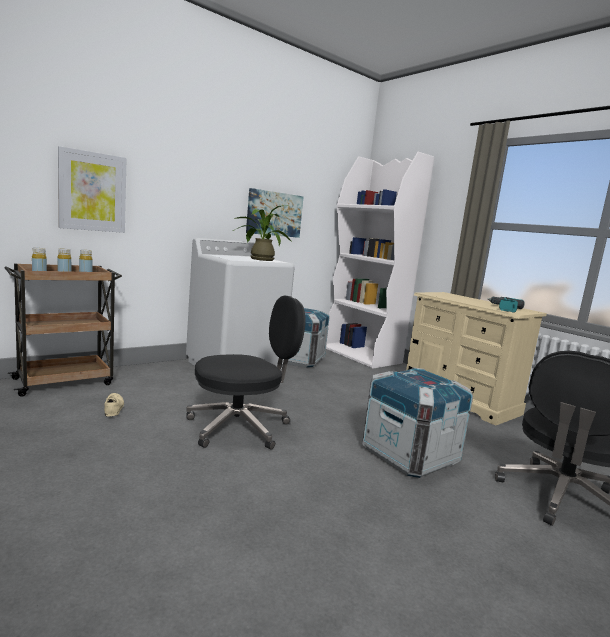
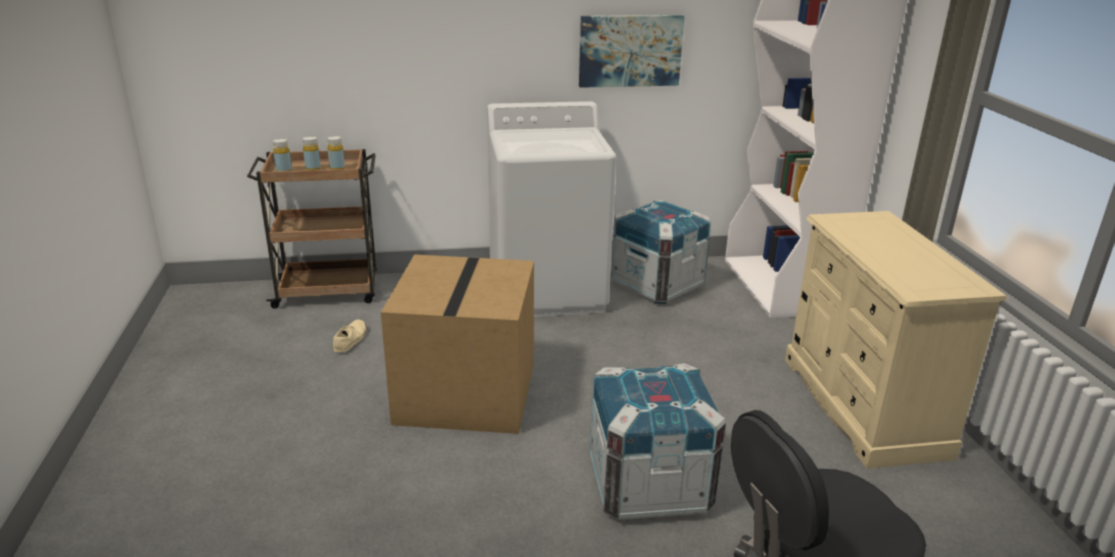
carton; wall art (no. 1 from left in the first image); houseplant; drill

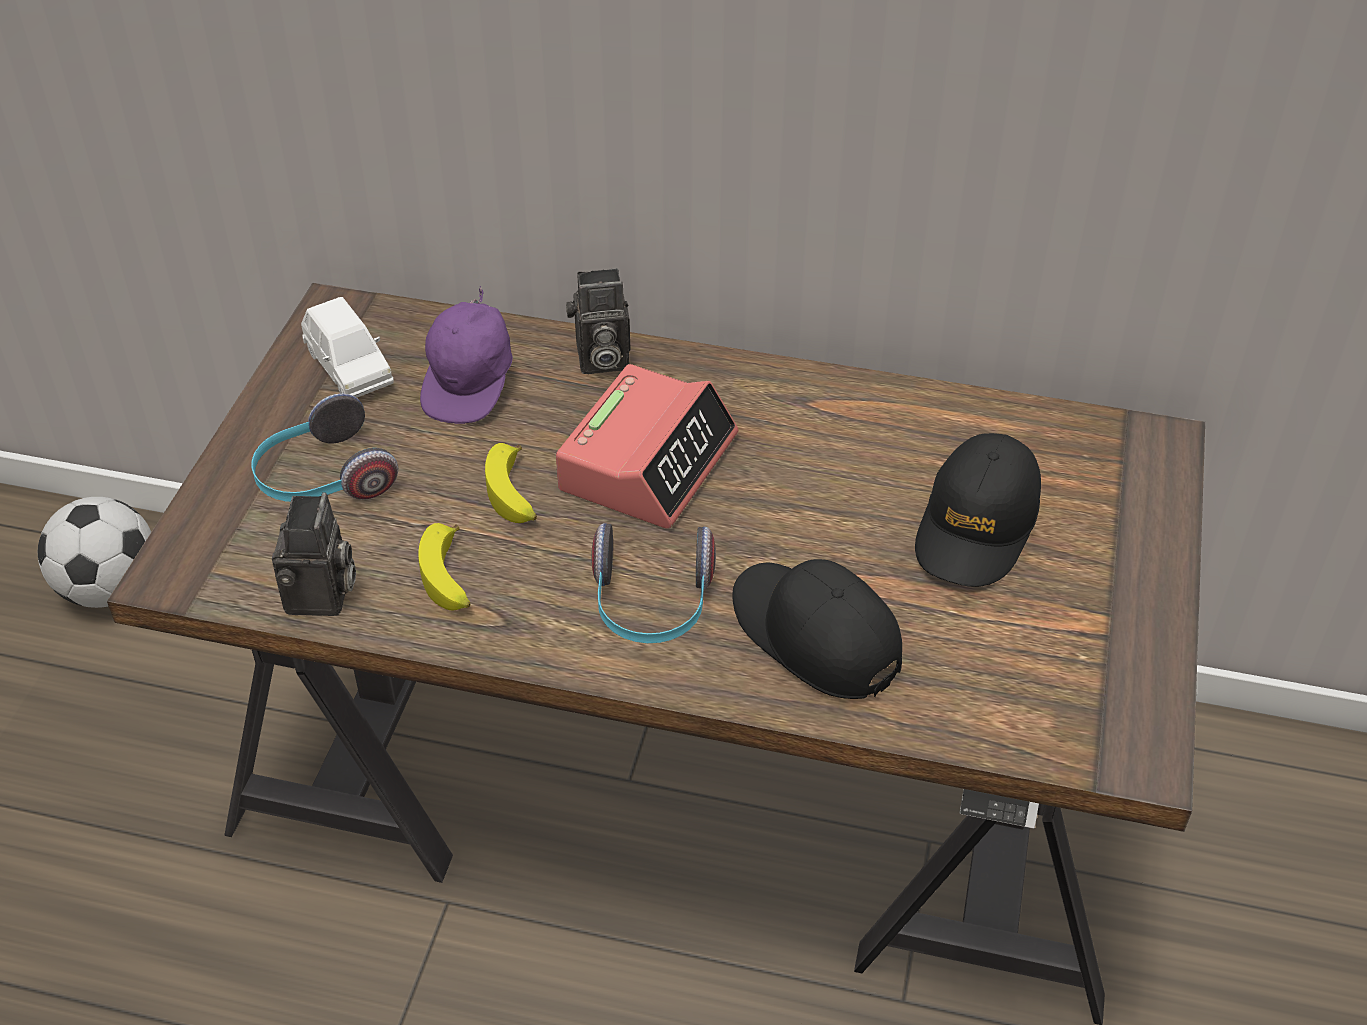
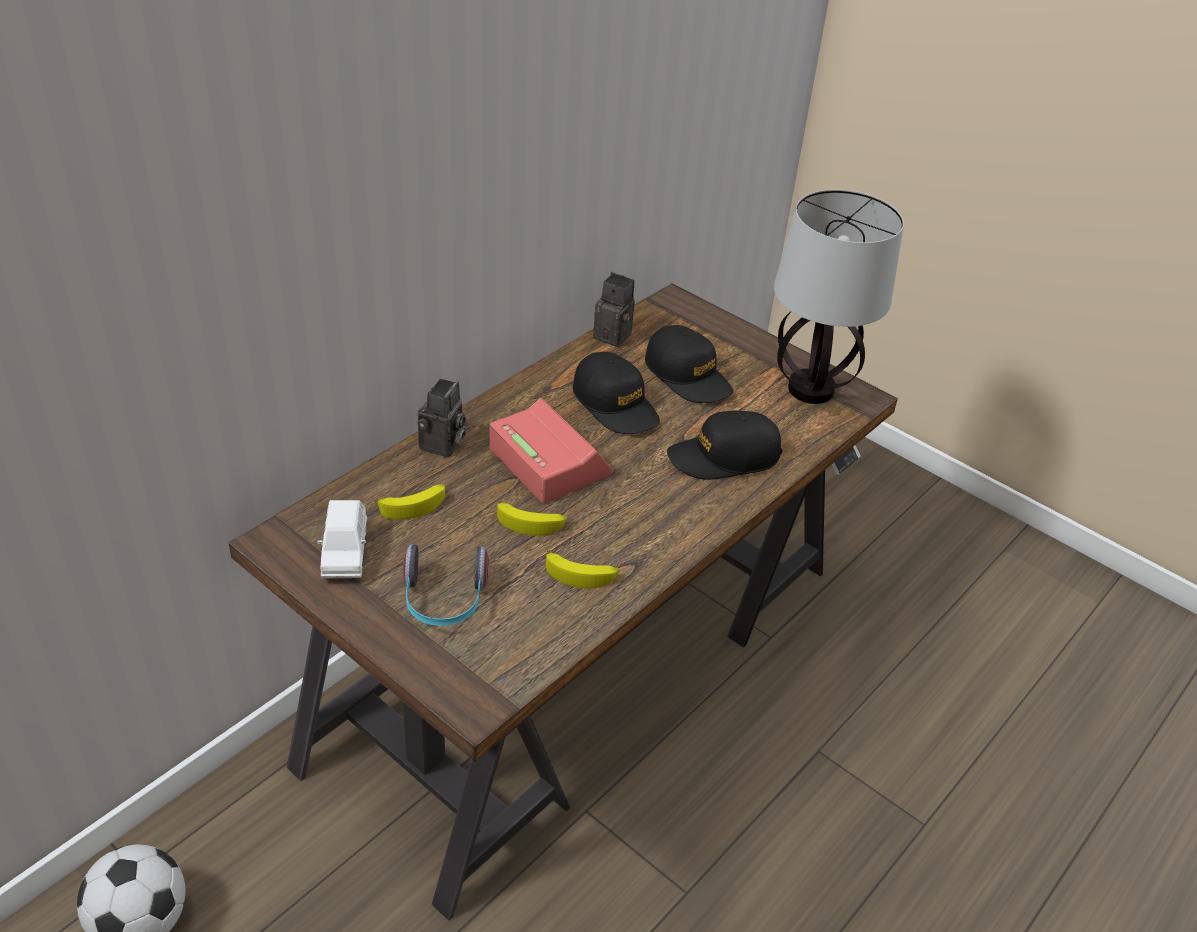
whitish toy car; banana (no. 1 from left); black cap (no. 1 from left); still camera (no. 2 from left); tabletop lamp; headset (no. 2 from left in the first image)

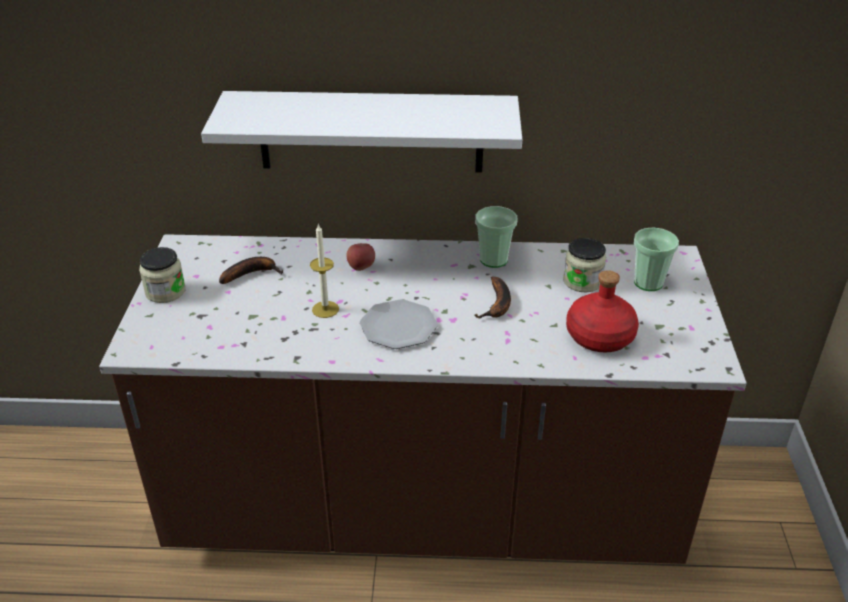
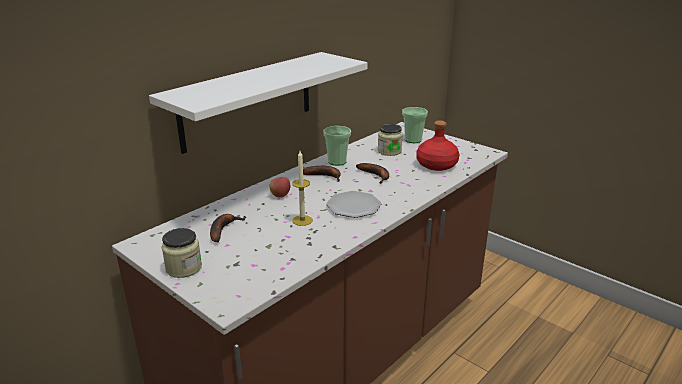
banana (no. 2 from left)

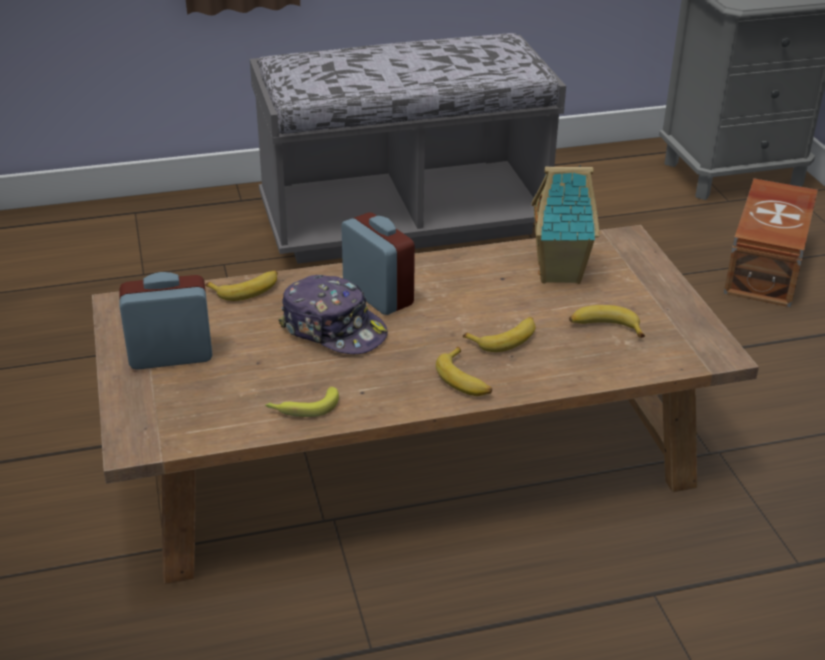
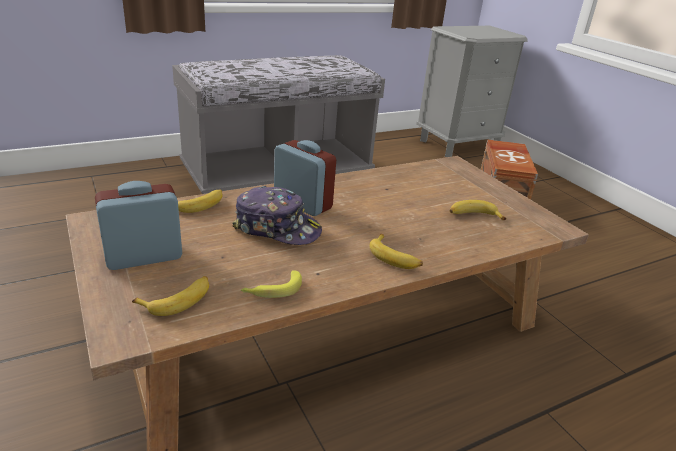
banana (no. 1 from left); toy house

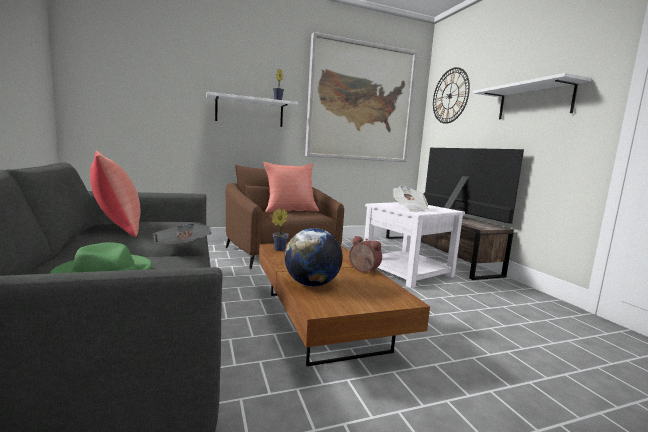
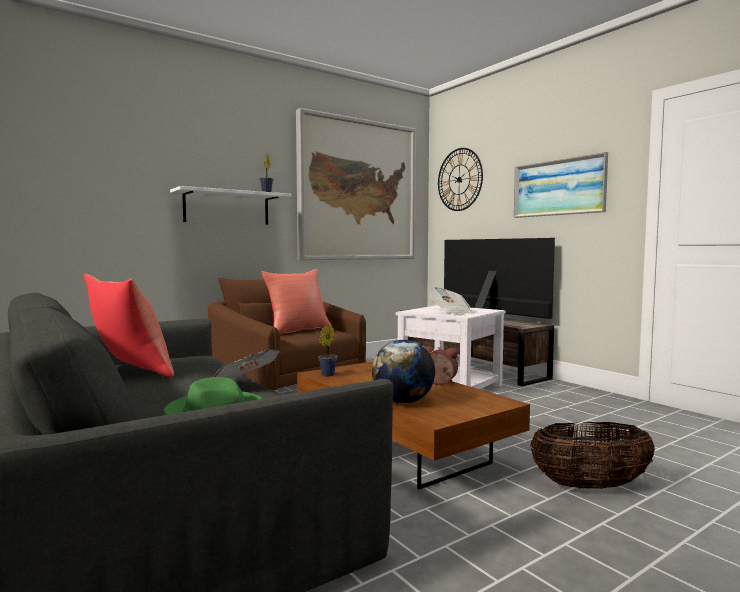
wall art (no. 2 from left); basket

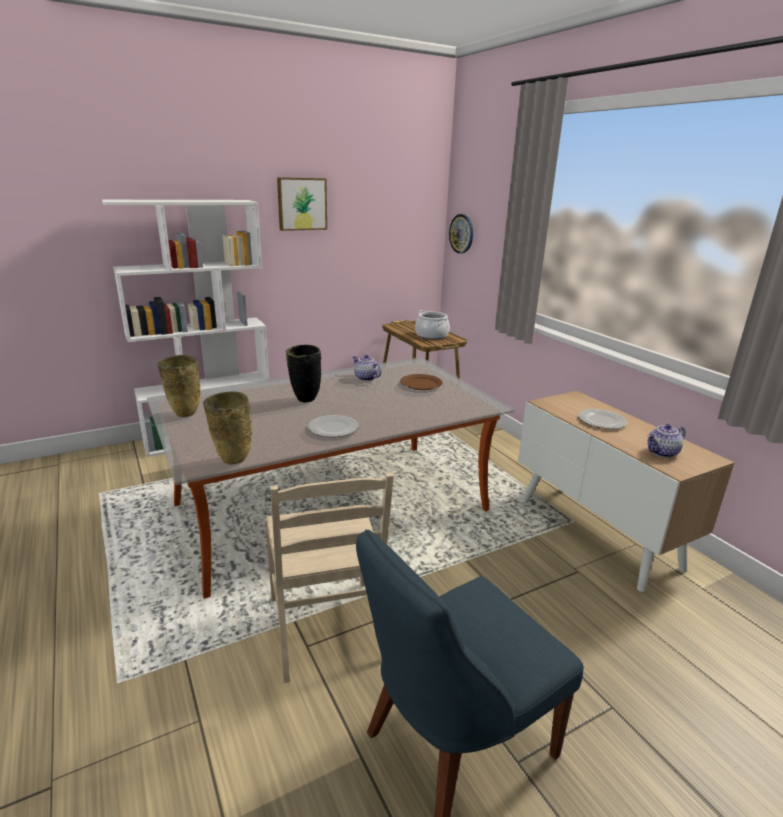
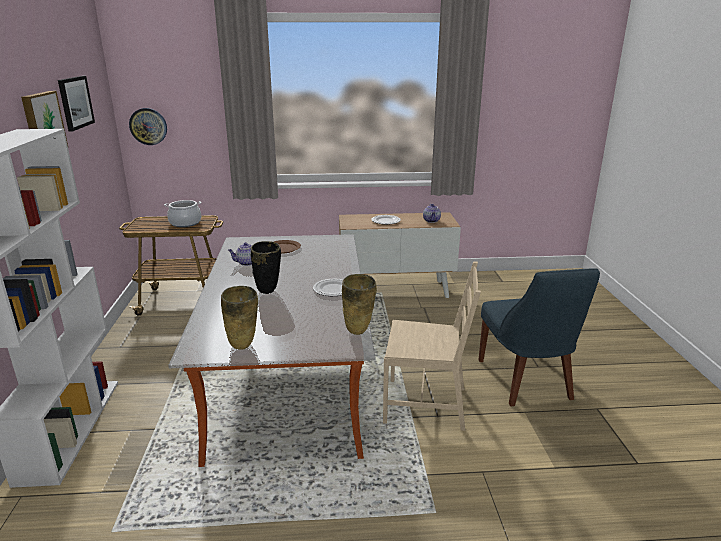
wall art (no. 2 from left)

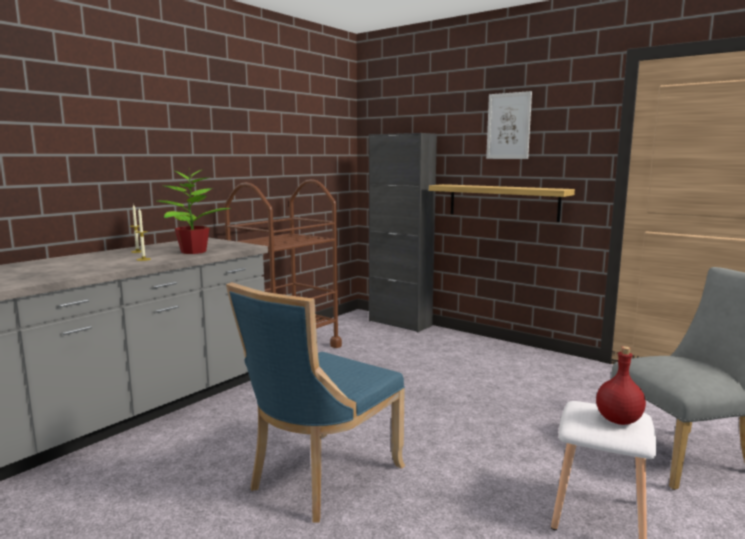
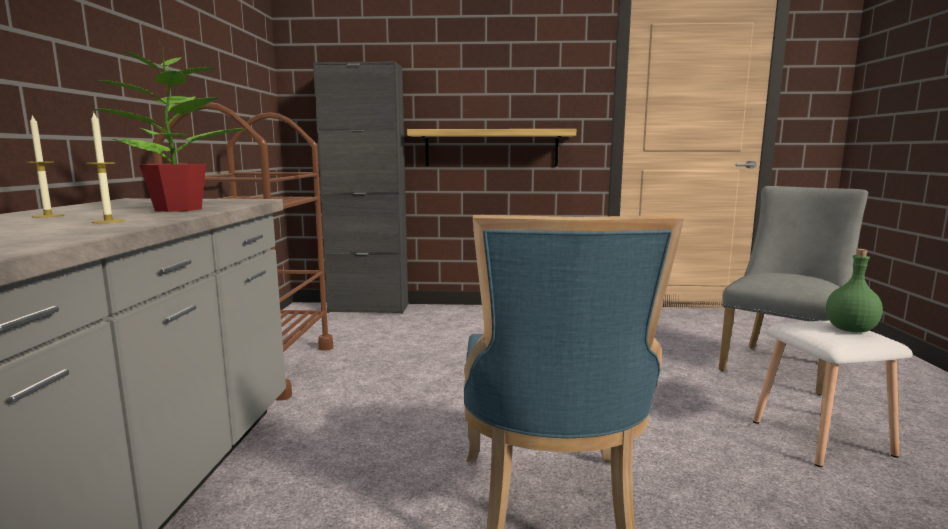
greenish drink bottle; wall art

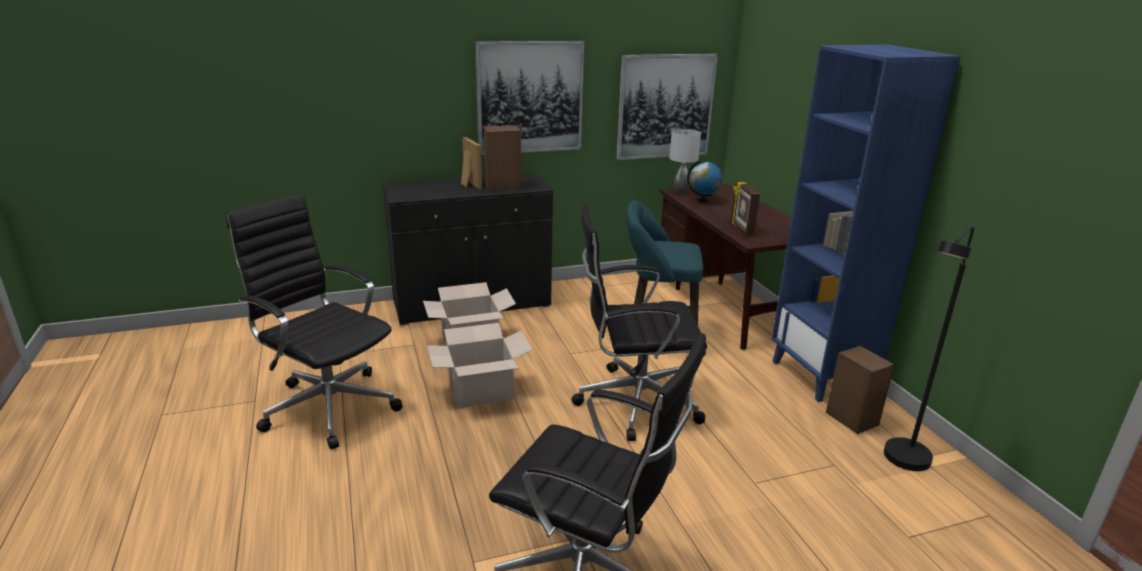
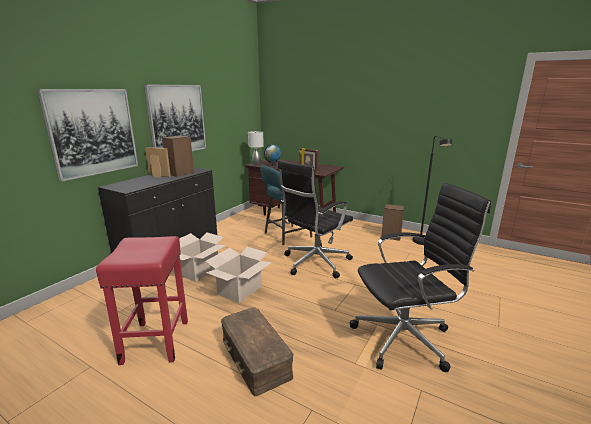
wall art (no. 1 from left); red-coloured sitting stool; brown-coloured storage bin; blue bookshelf

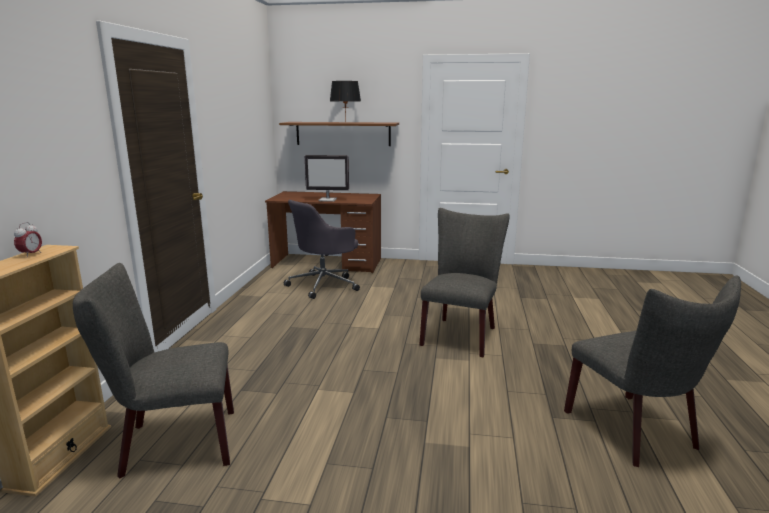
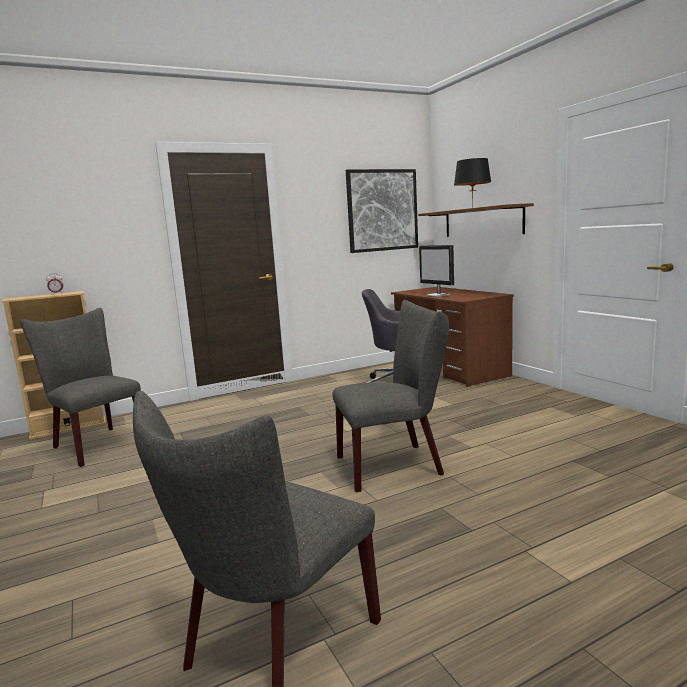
wall art

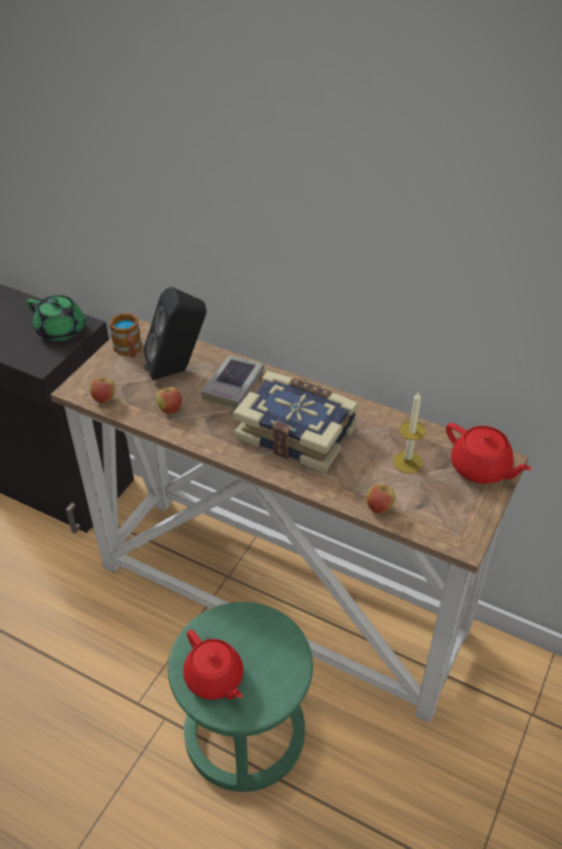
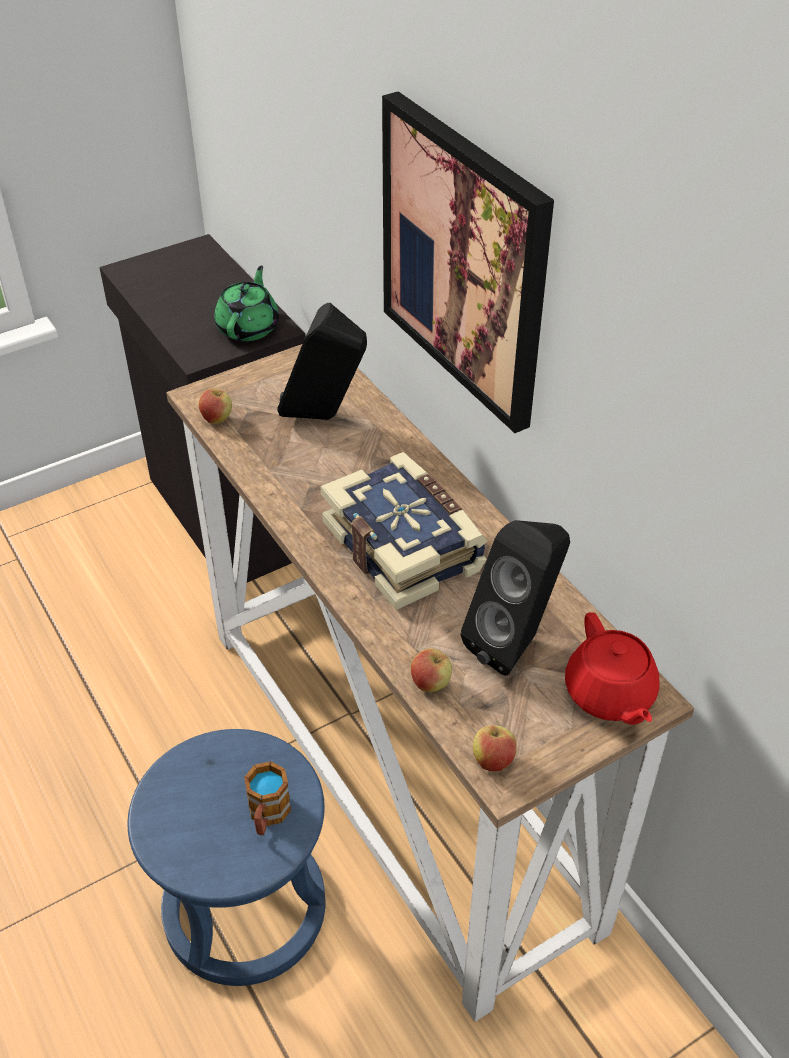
blue sitting stool; greenish pot for tea; coffee mug; wall art; black audio speaker (no. 2 from left); apple (no. 3 from left); red-coloured pot for tea (no. 1 from left in the first image); volume (no. 1 from left in the first image)

